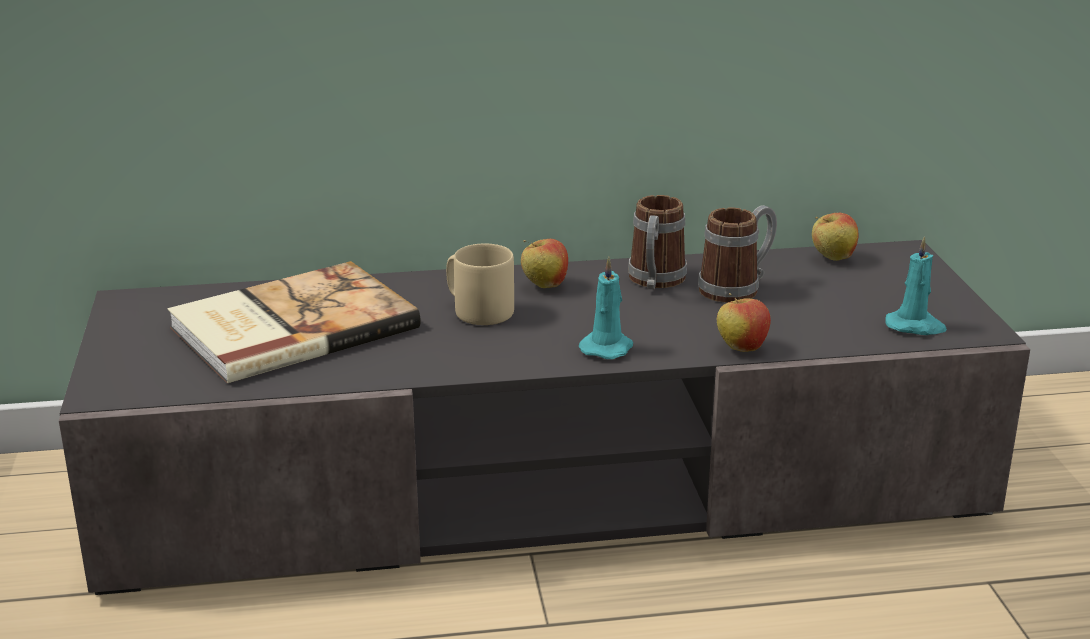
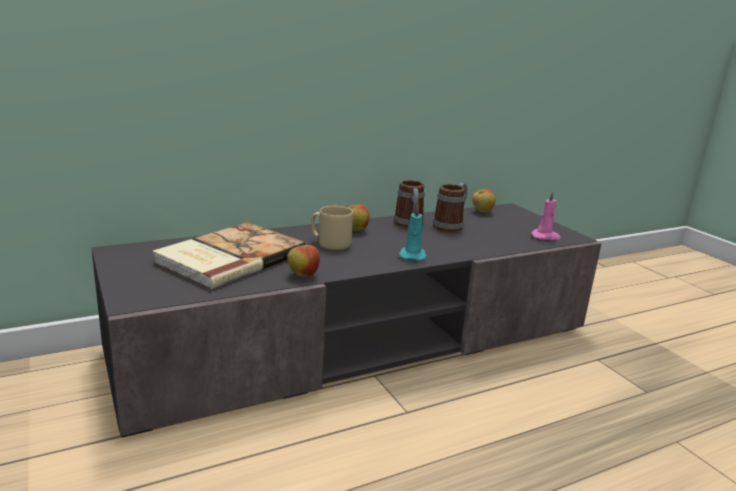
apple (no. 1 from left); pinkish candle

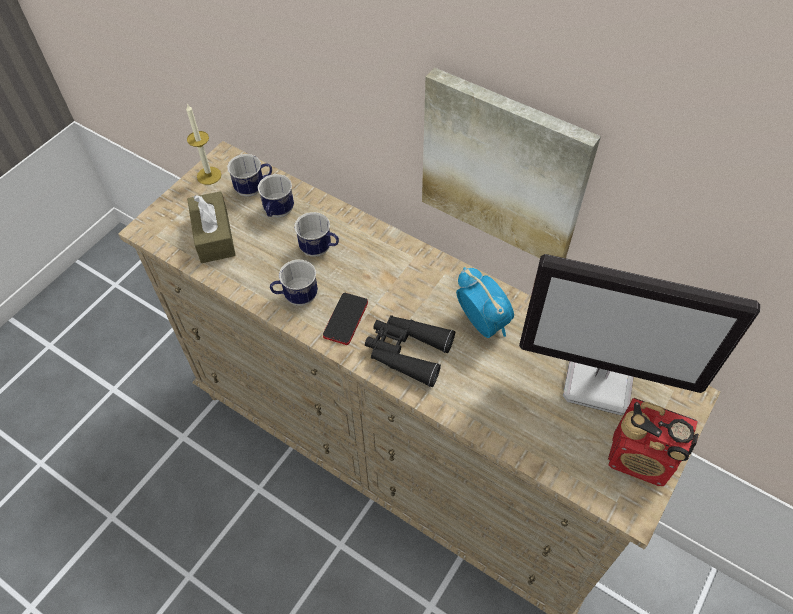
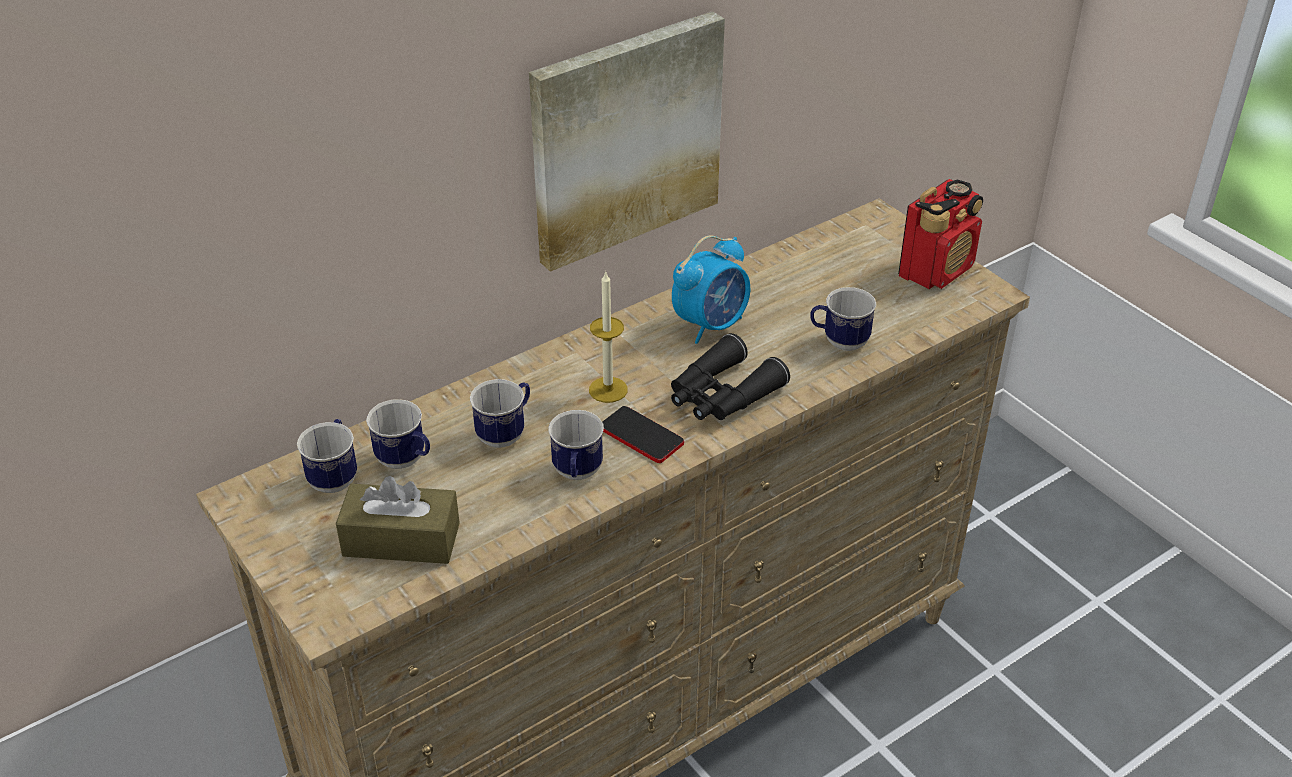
candle; bedside clock; coffee mug (no. 5 from left); computer display

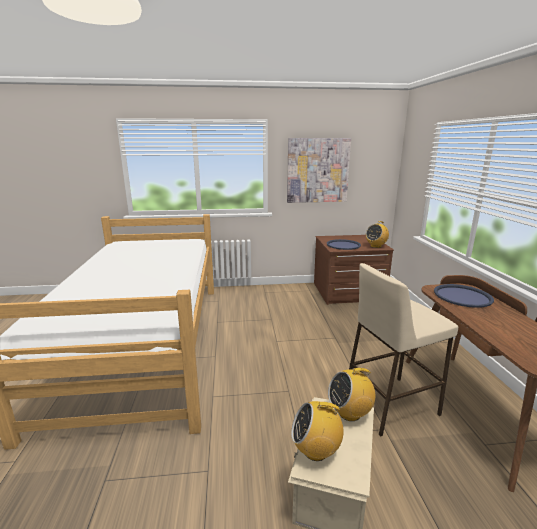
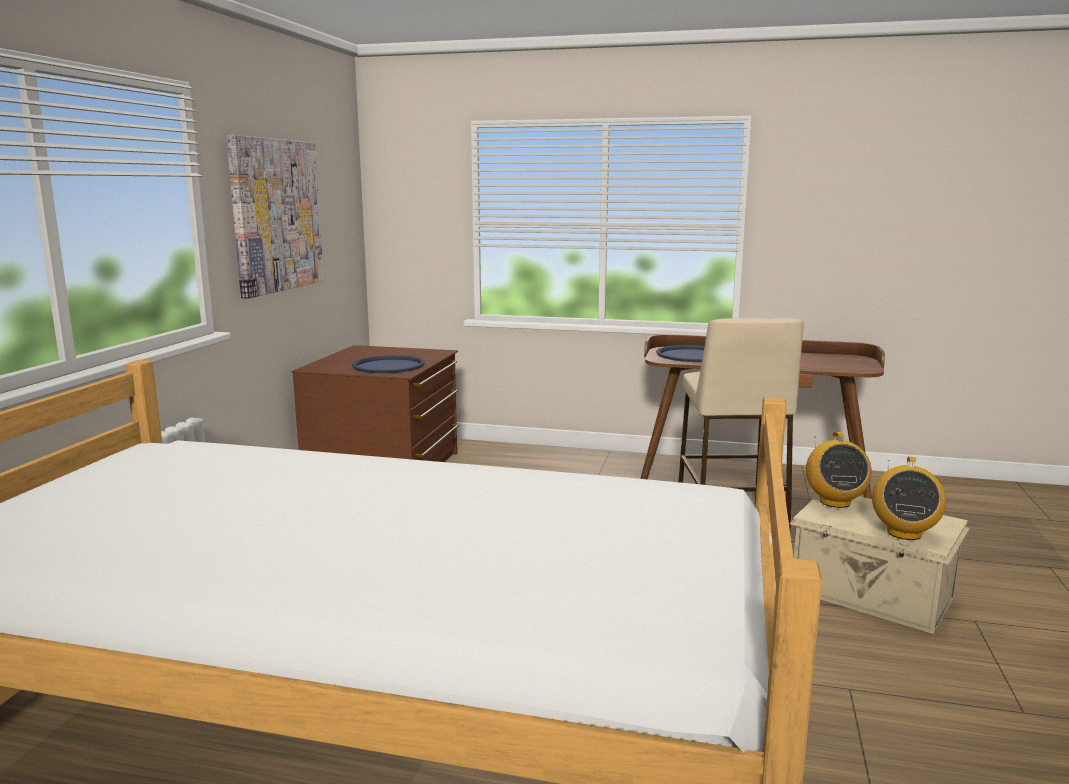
radio receiver (no. 3 from left in the first image)

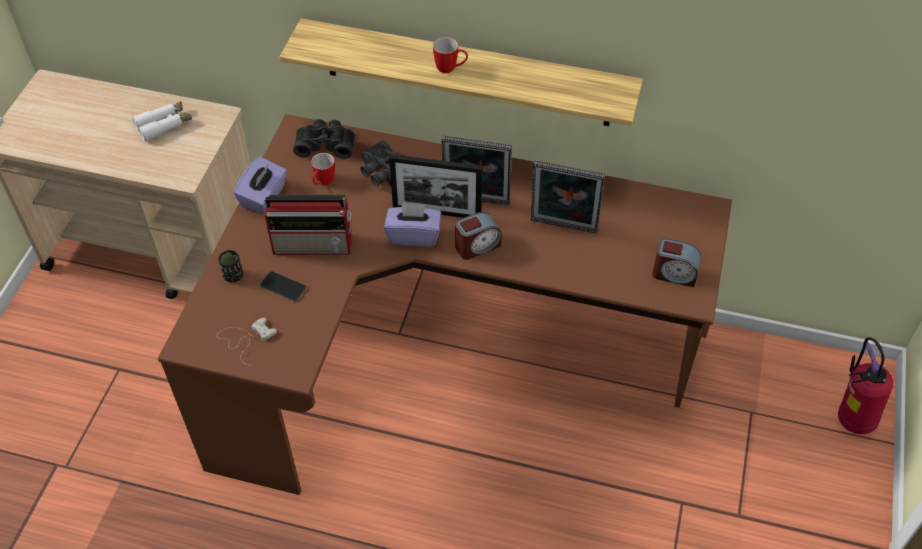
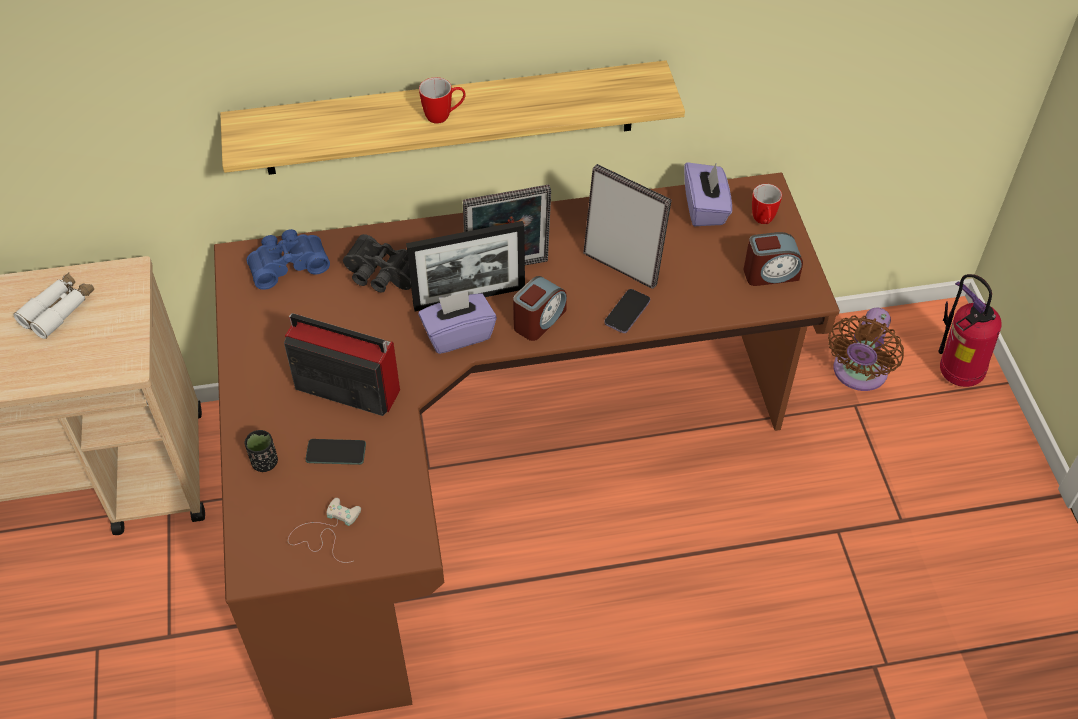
blue field glasses; radio receiver; standing frame (no. 3 from left); handset (no. 2 from left); purple box of tissues (no. 2 from left); coffee mug (no. 2 from left); brown-coloured electric fan

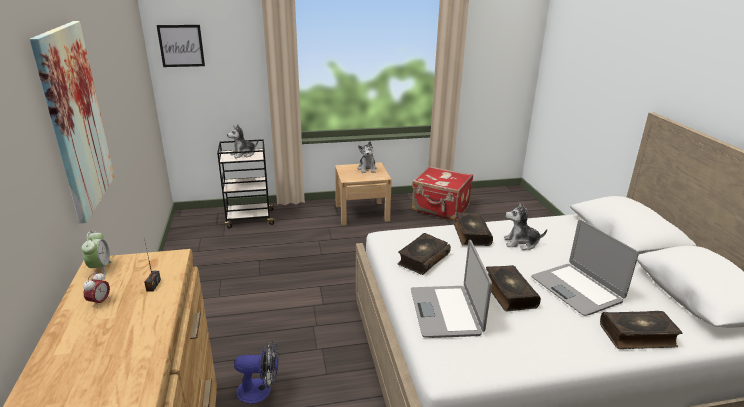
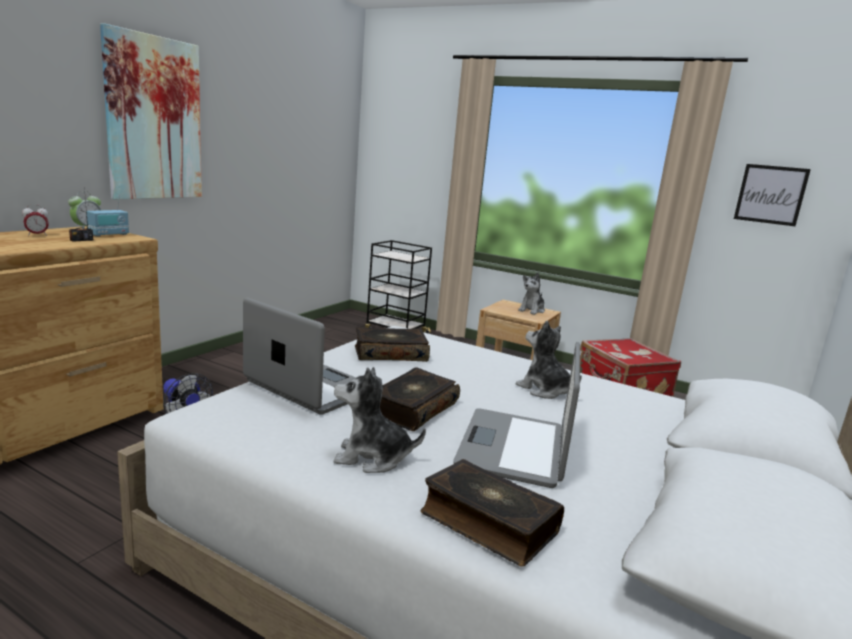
radio receiver (no. 2 from left); laptop (no. 1 from left); plush toy (no. 1 from left); wall art (no. 2 from left); volume (no. 2 from left in the first image)

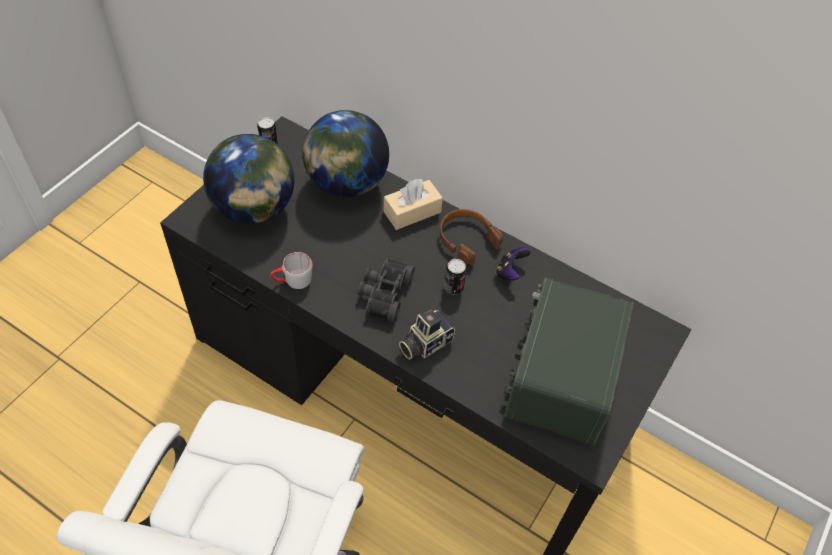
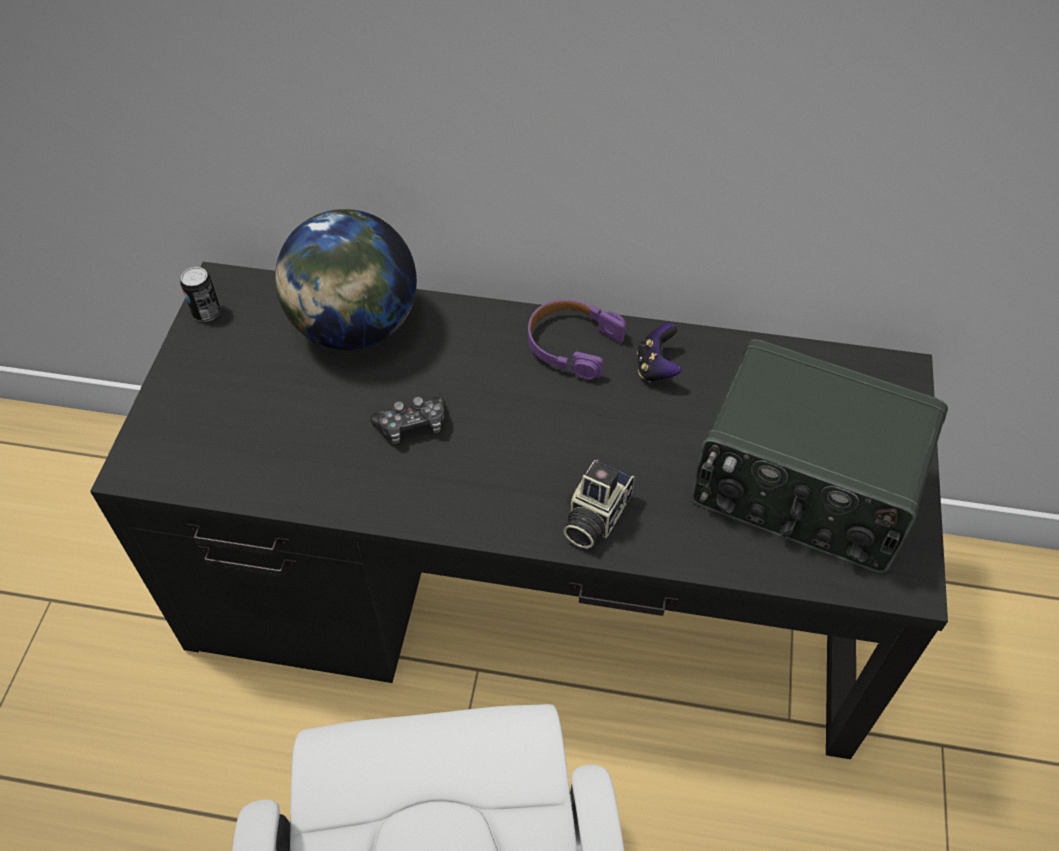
game controller (no. 1 from left); purple headset; radio receiver; globe (no. 1 from left in the first image); greyish coffee mug; black field glasses; beige box of tissues; metal can (no. 2 from left in the first image)

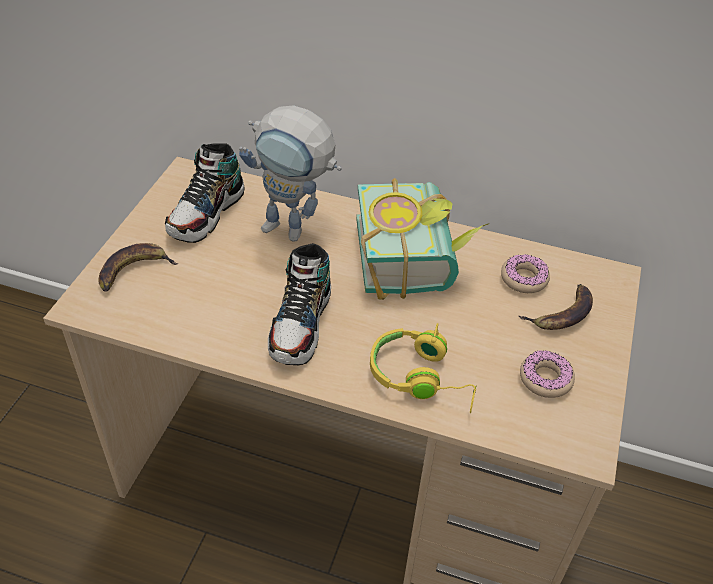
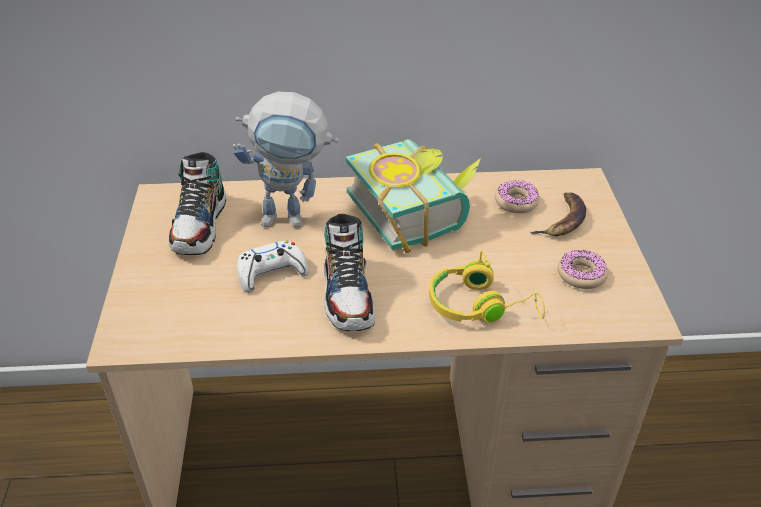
whitish game controller; banana (no. 1 from left in the first image)

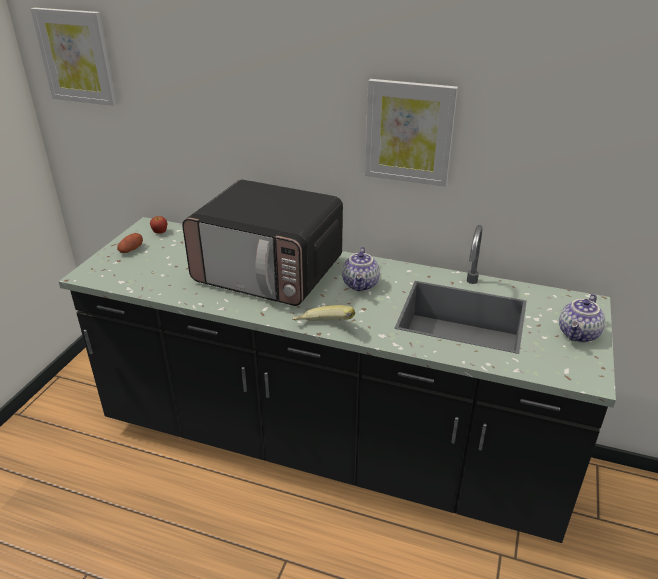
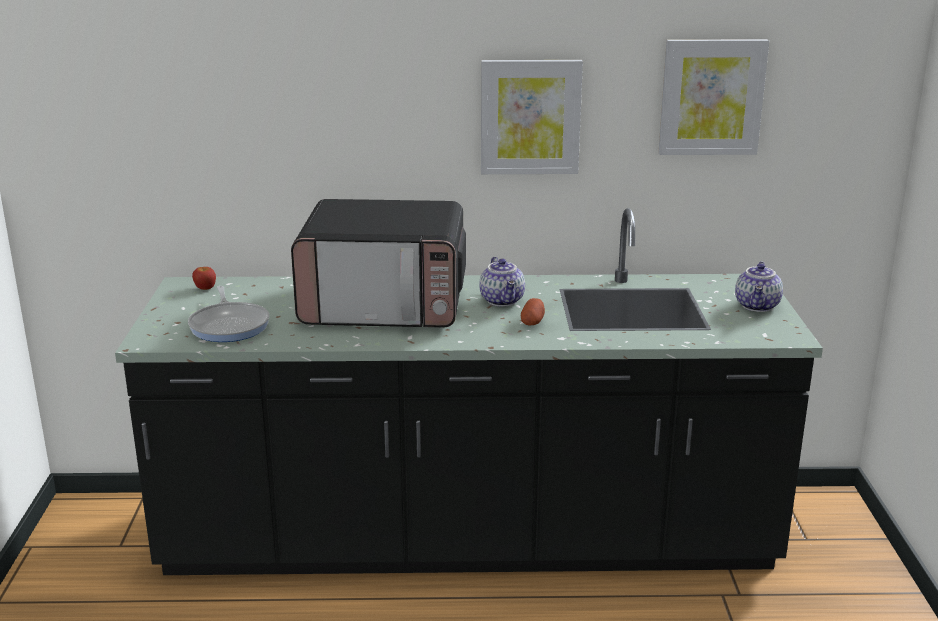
frying pan; potato; wall art (no. 2 from left); banana

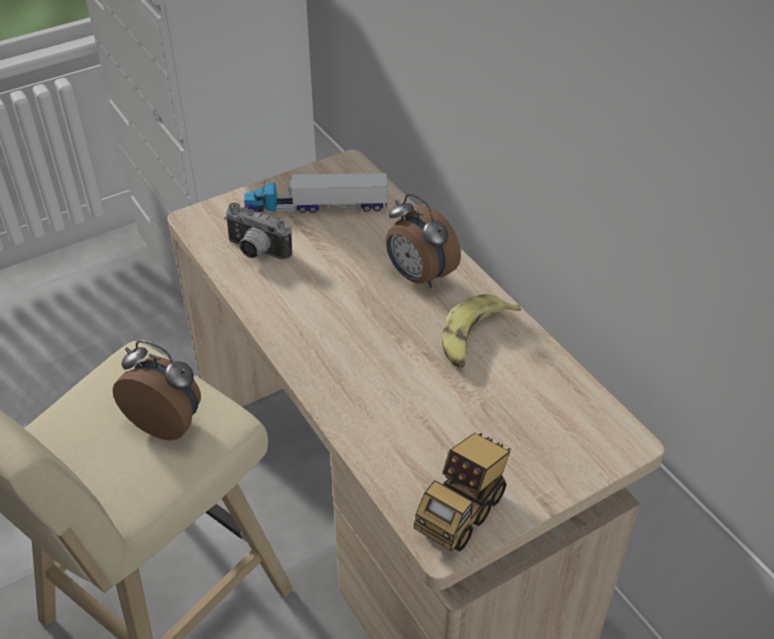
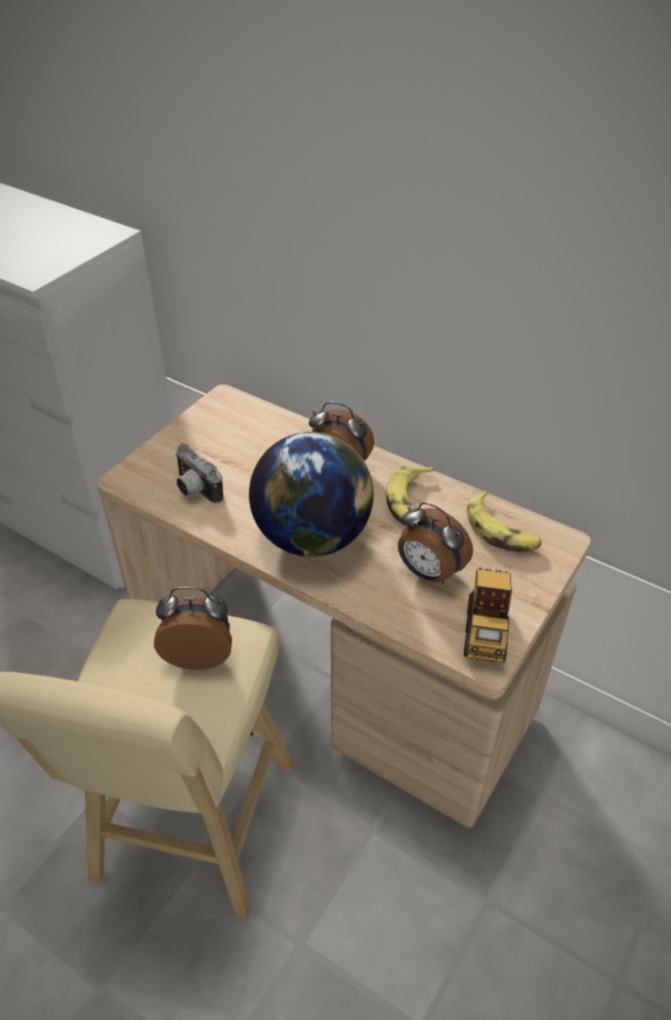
still camera; globe; bedside clock (no. 3 from left); banana (no. 2 from left); toy lorry (no. 1 from left in the first image)

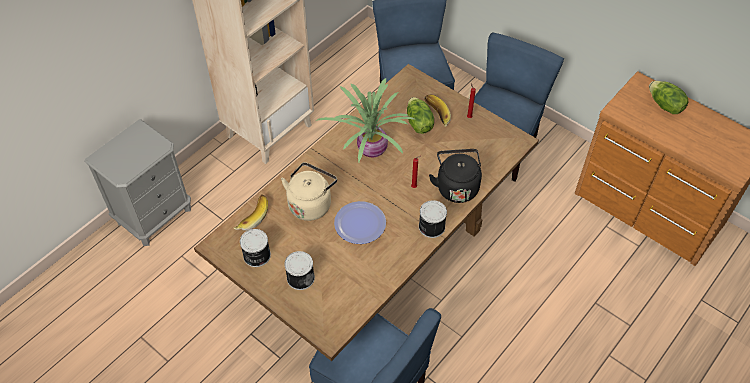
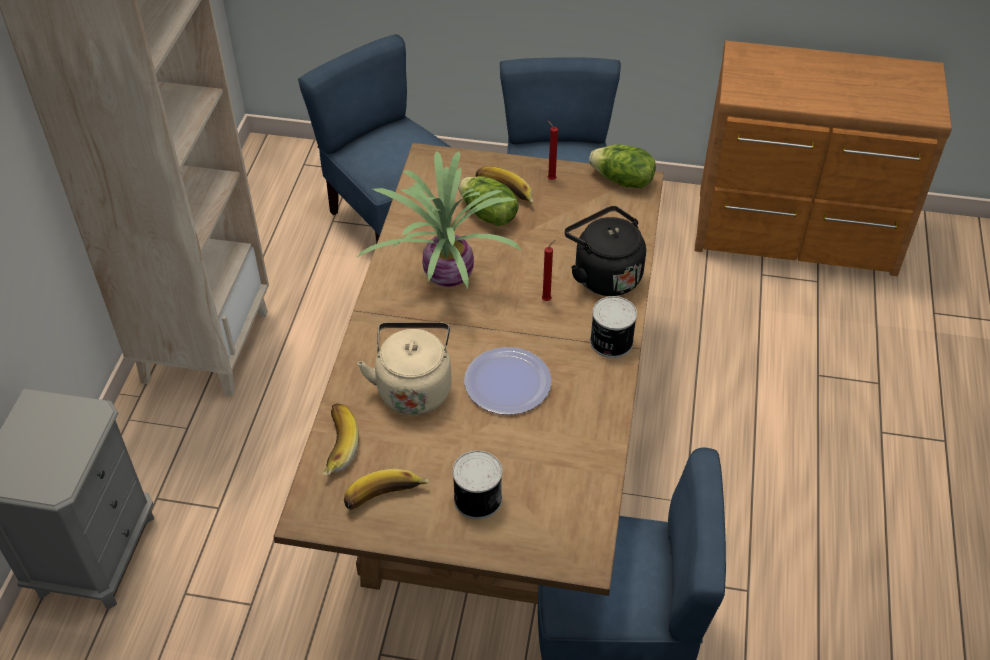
banana (no. 2 from left); lettuce head (no. 2 from left)

